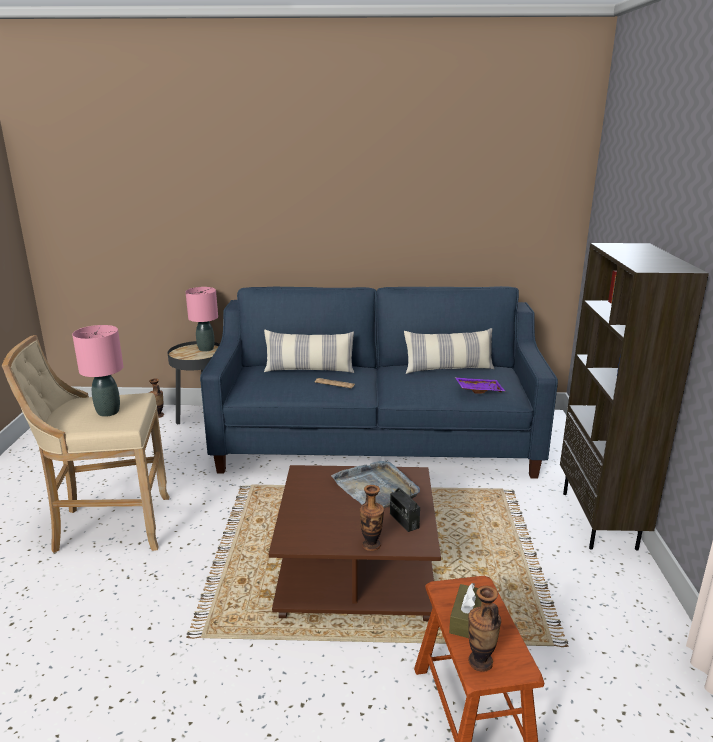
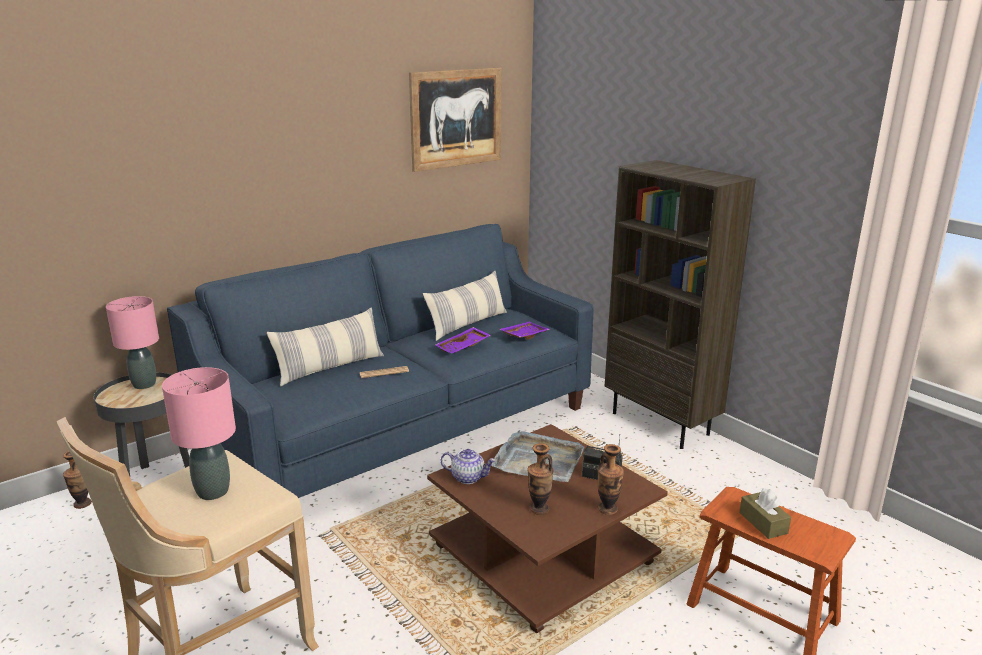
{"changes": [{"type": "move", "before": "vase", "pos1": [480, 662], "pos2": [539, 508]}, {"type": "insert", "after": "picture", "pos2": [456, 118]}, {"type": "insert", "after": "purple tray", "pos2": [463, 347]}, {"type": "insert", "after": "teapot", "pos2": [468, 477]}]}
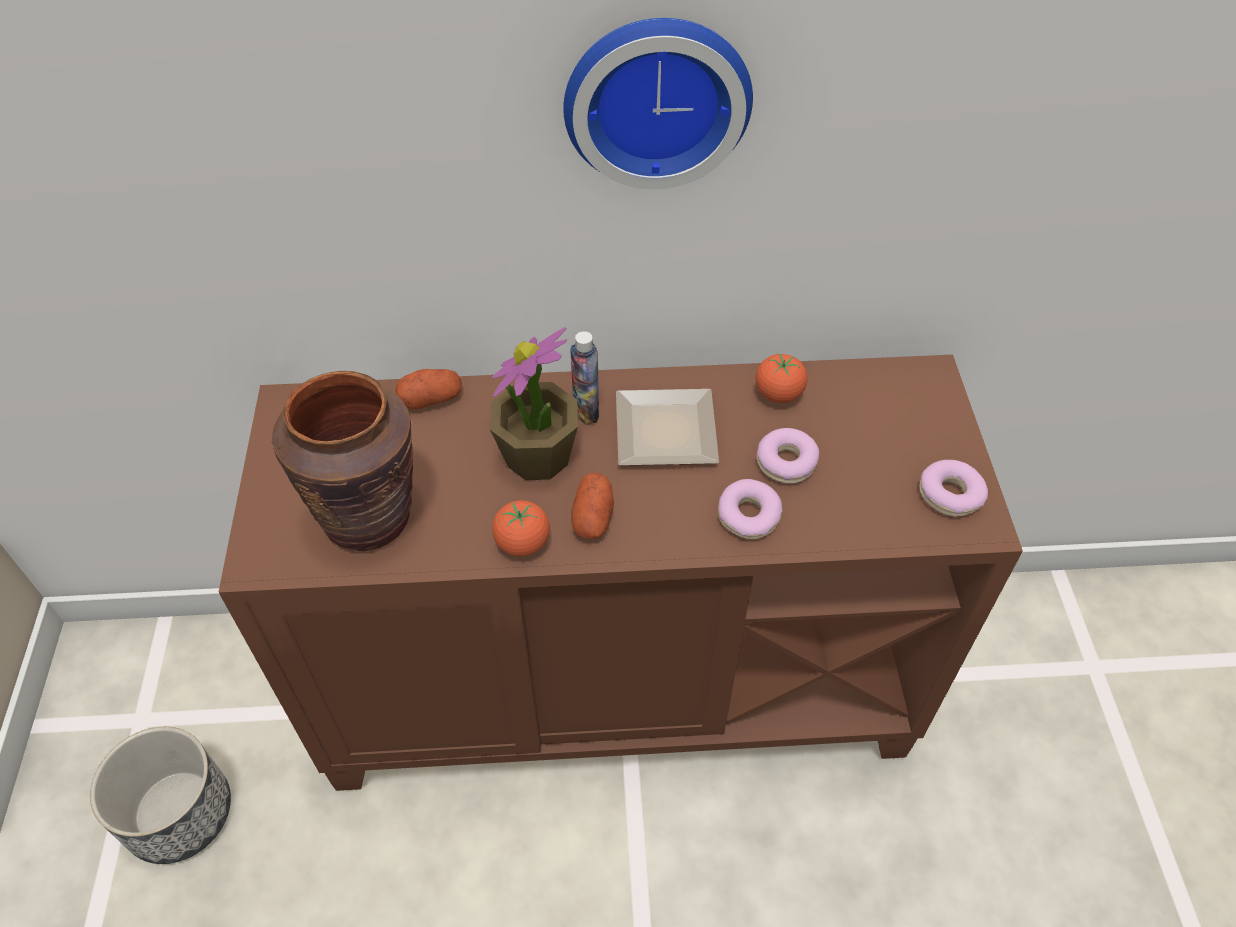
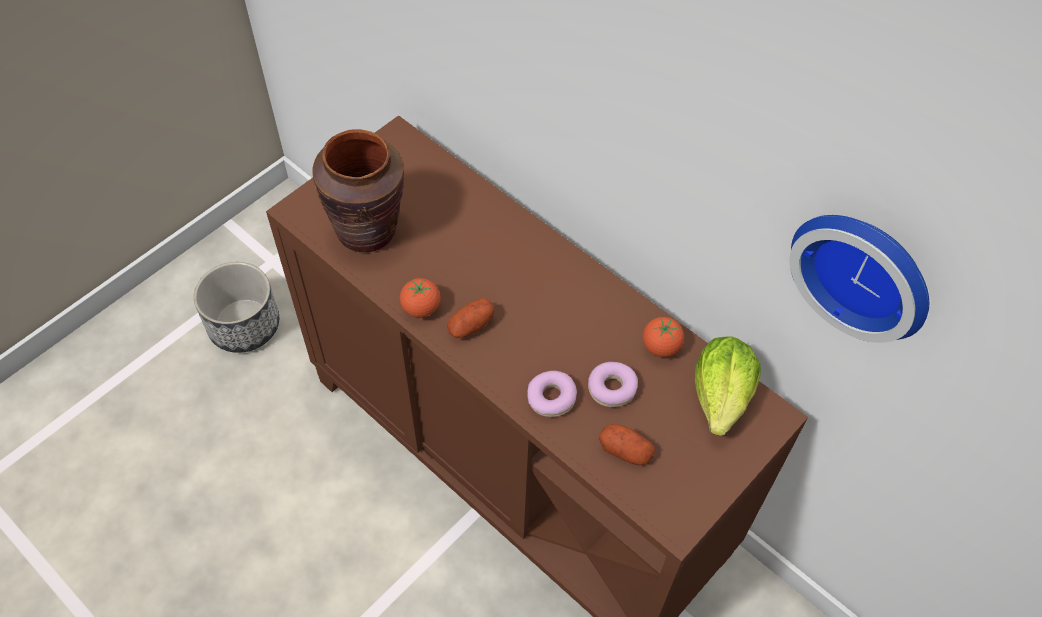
{"changes": [{"type": "move", "before": "wall clock", "pos1": [656, 97], "pos2": [865, 270]}, {"type": "delete", "before": "potted plant", "pos1": [538, 457]}, {"type": "delete", "before": "bottle", "pos1": [586, 410]}, {"type": "move", "before": "potato", "pos1": [431, 399], "pos2": [625, 450]}, {"type": "delete", "before": "plate", "pos1": [662, 429]}, {"type": "delete", "before": "donut", "pos1": [950, 495]}, {"type": "insert", "after": "lettuce", "pos2": [722, 396]}]}
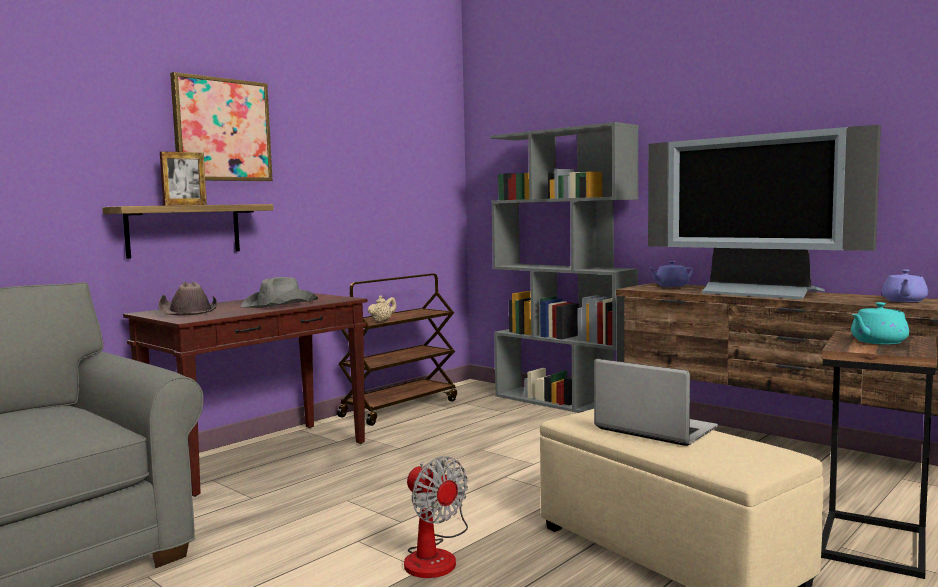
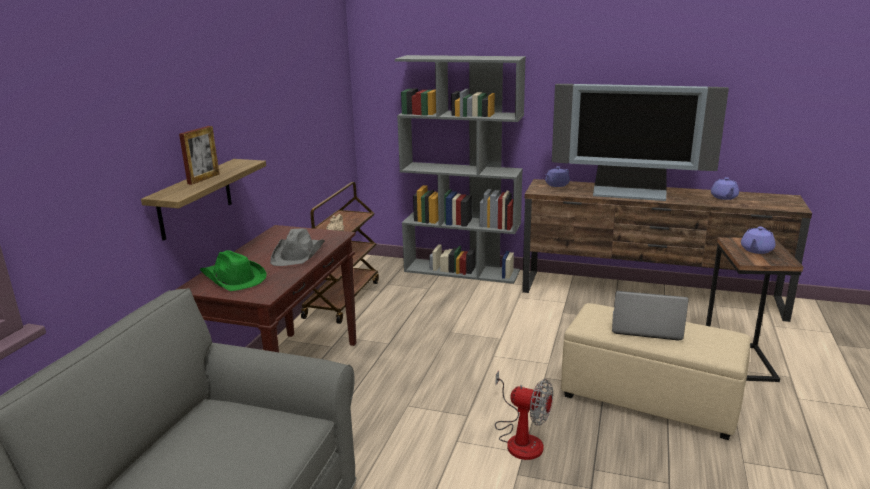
{"changes": [{"type": "delete", "before": "picture", "pos1": [222, 130]}, {"type": "recolor", "before": "brown hat", "after": "green hat", "pos1": [189, 311], "pos2": [233, 278]}, {"type": "recolor", "before": "turquoise teapot", "after": "purple teapot", "pos1": [877, 342], "pos2": [756, 250]}]}
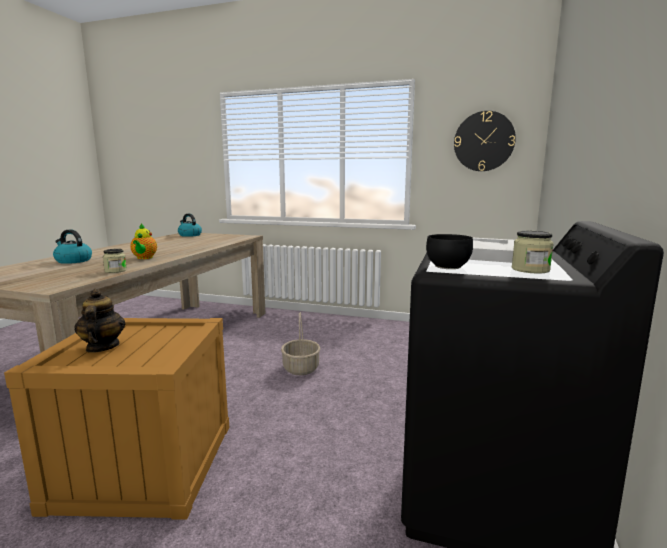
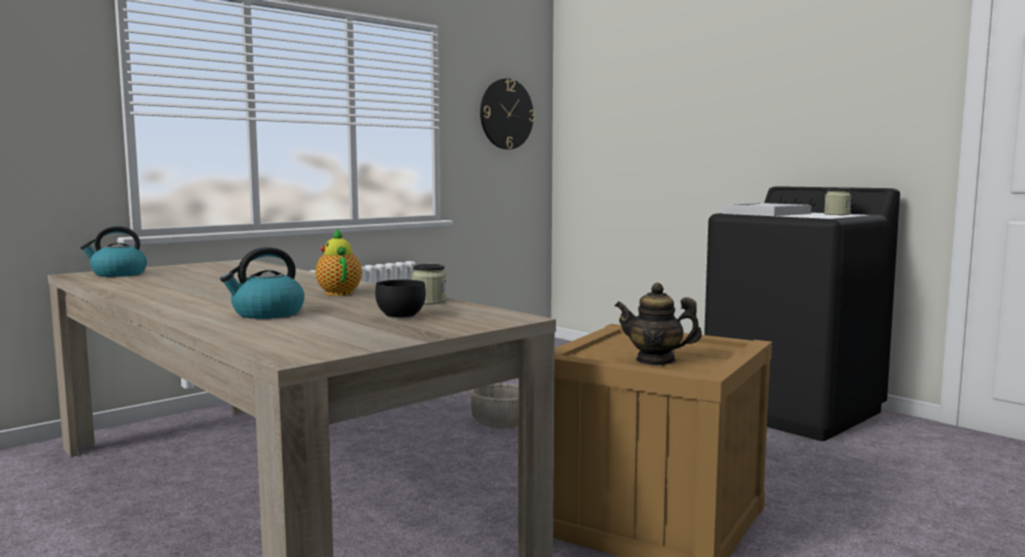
{"changes": [{"type": "rotate", "before": "teapot", "pos1": [144, 258], "pos2": [338, 293], "turn": -135}, {"type": "move", "before": "black bowl", "pos1": [449, 267], "pos2": [402, 316]}]}
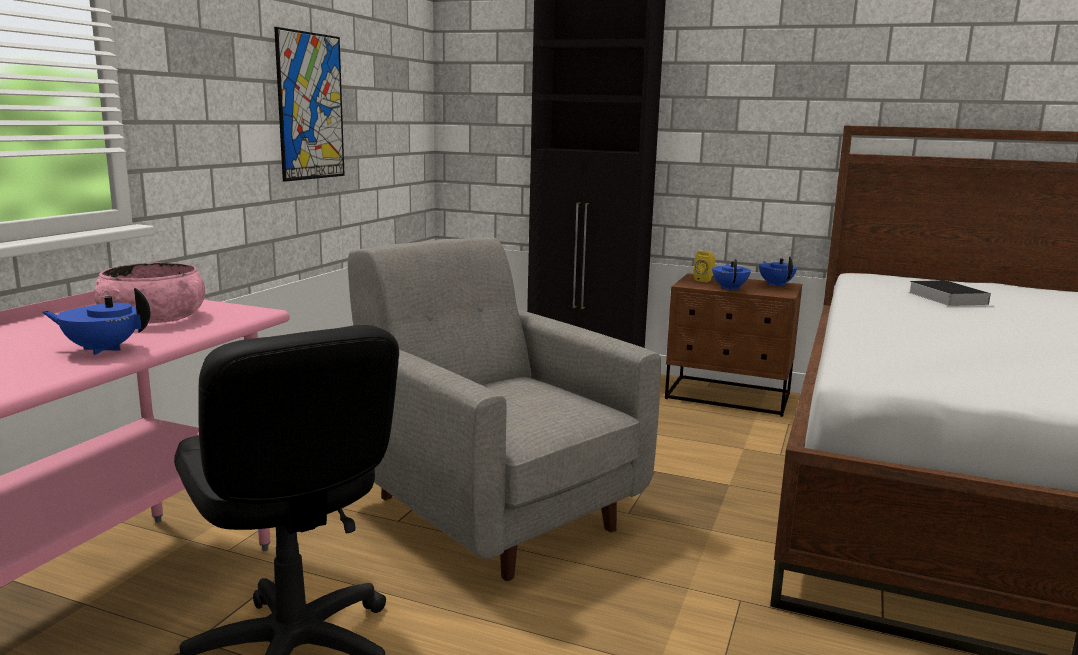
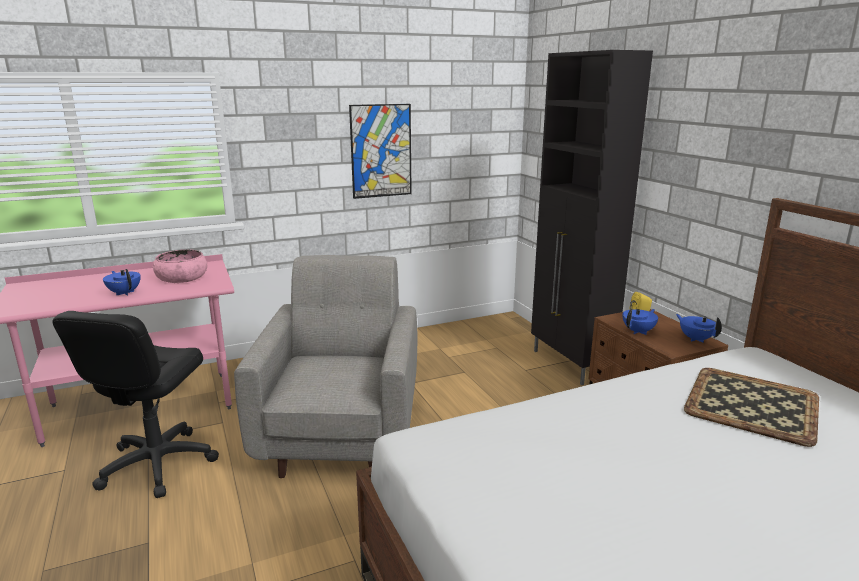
{"changes": [{"type": "rotate", "before": "blue teapot", "pos1": [776, 284], "pos2": [695, 339], "turn": -60}, {"type": "replace", "before": "book", "after": "tray", "pos1": [944, 297], "pos2": [750, 405]}]}
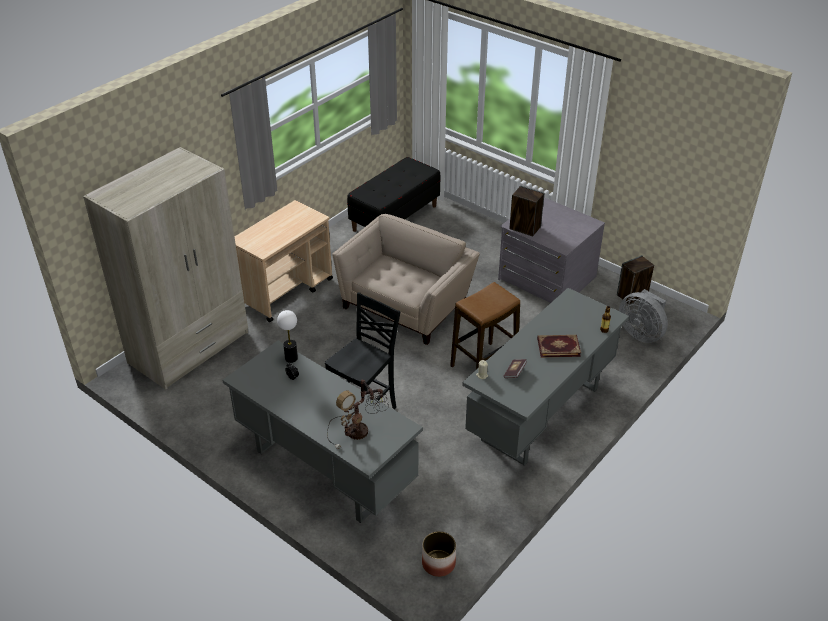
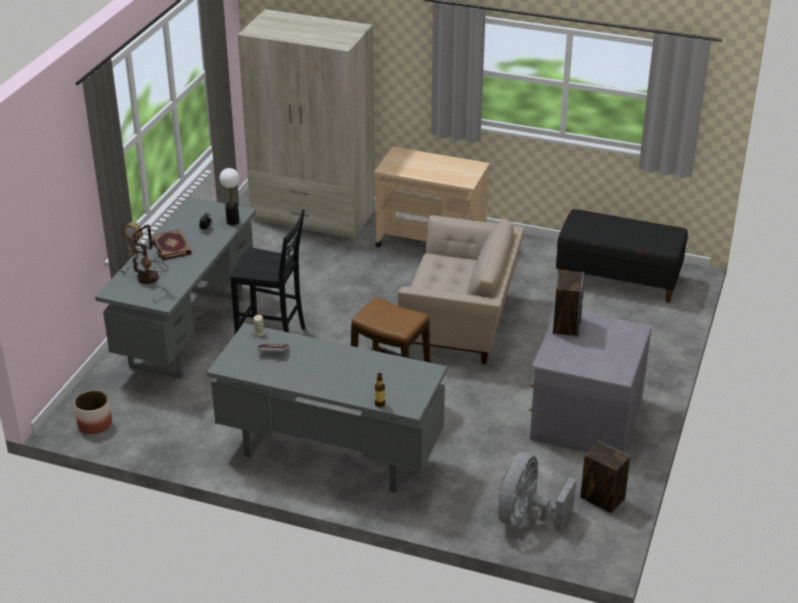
{"changes": [{"type": "move", "before": "book", "pos1": [558, 347], "pos2": [172, 246]}]}
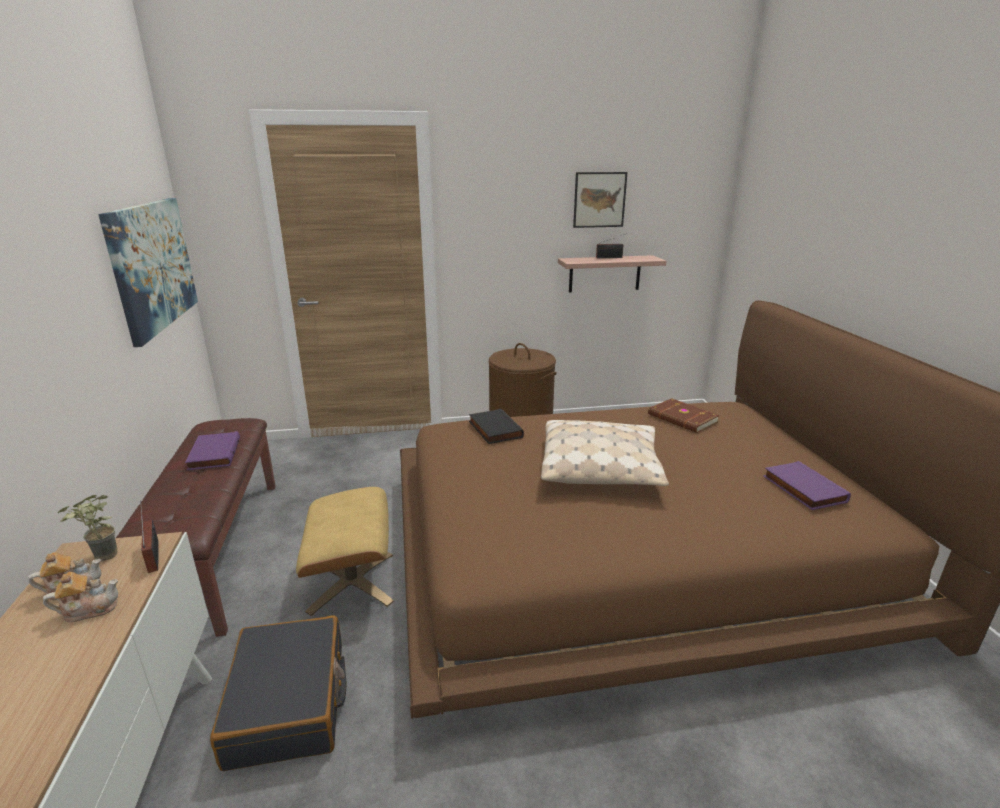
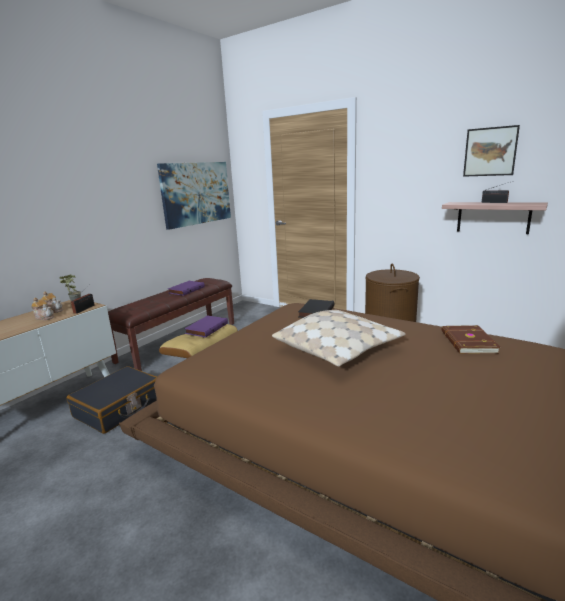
{"changes": [{"type": "move", "before": "purple book", "pos1": [802, 489], "pos2": [206, 328]}]}
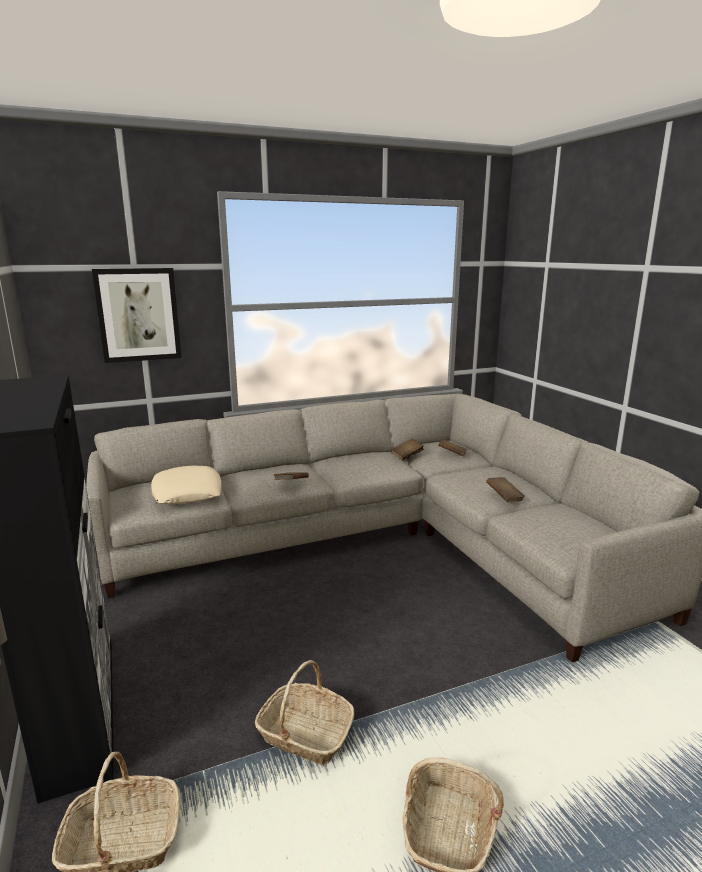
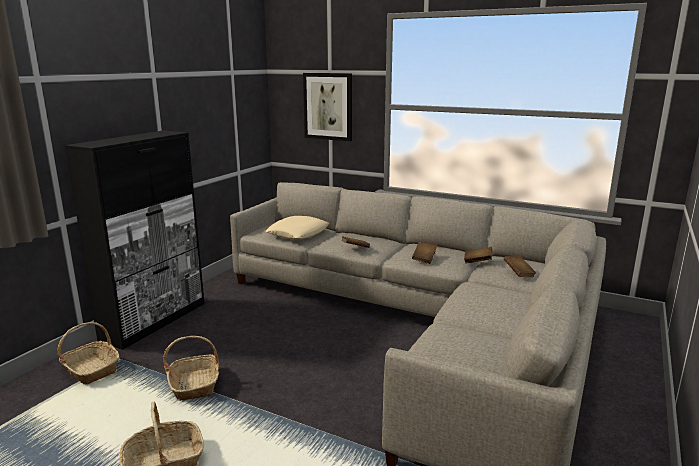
{"changes": [{"type": "move", "before": "brown book", "pos1": [504, 497], "pos2": [424, 259]}]}
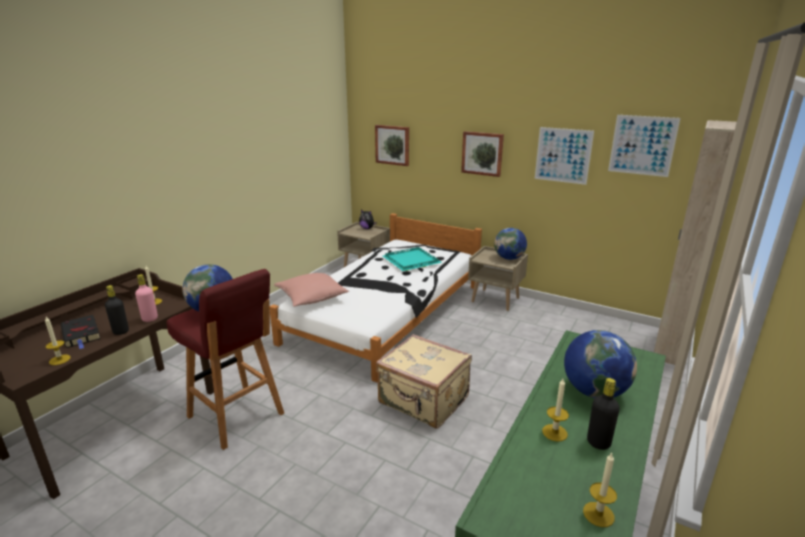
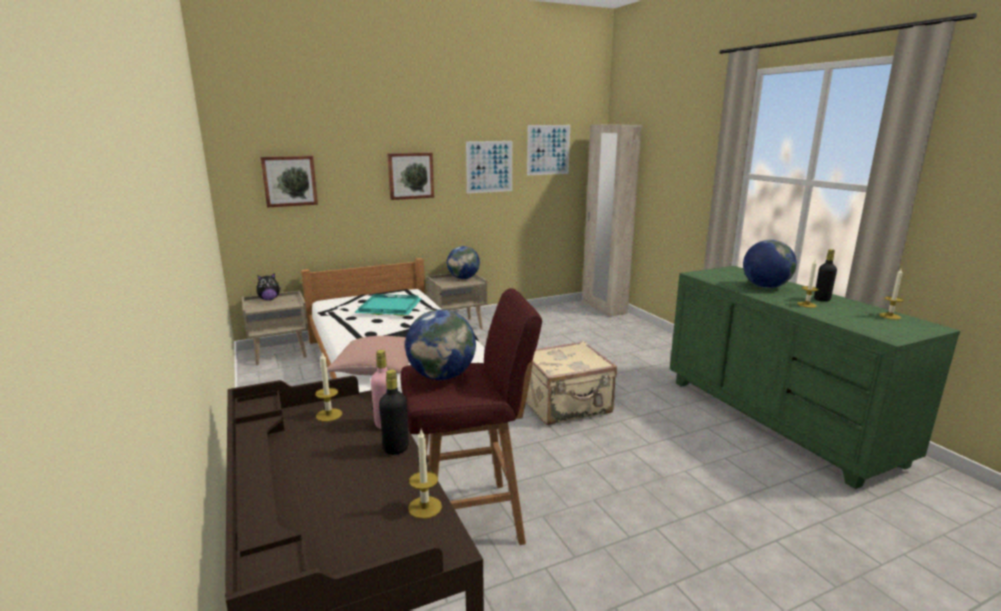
{"changes": [{"type": "delete", "before": "black book", "pos1": [81, 334]}]}
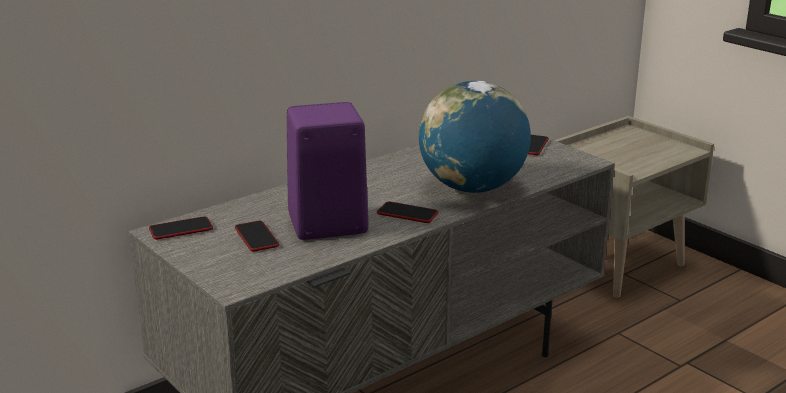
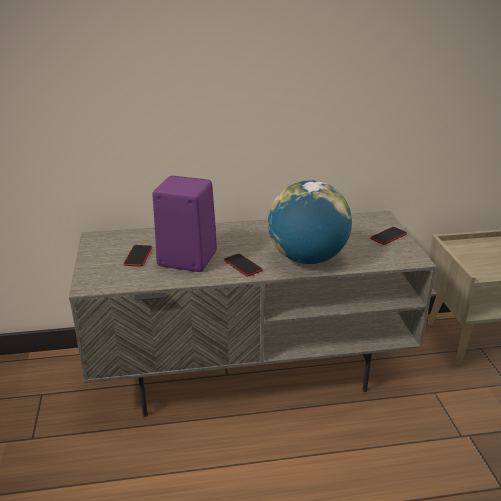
{"changes": [{"type": "delete", "before": "phone", "pos1": [181, 229]}]}
